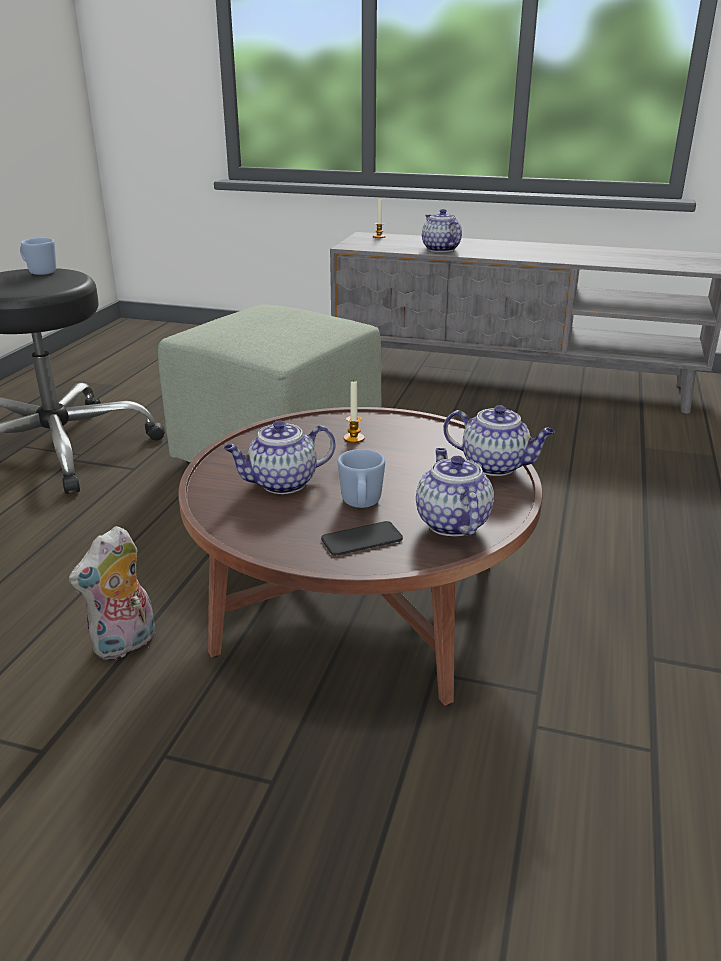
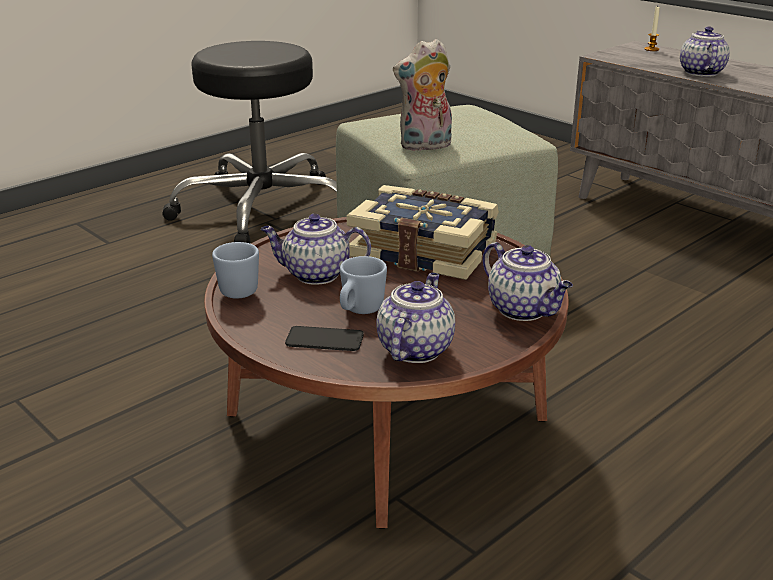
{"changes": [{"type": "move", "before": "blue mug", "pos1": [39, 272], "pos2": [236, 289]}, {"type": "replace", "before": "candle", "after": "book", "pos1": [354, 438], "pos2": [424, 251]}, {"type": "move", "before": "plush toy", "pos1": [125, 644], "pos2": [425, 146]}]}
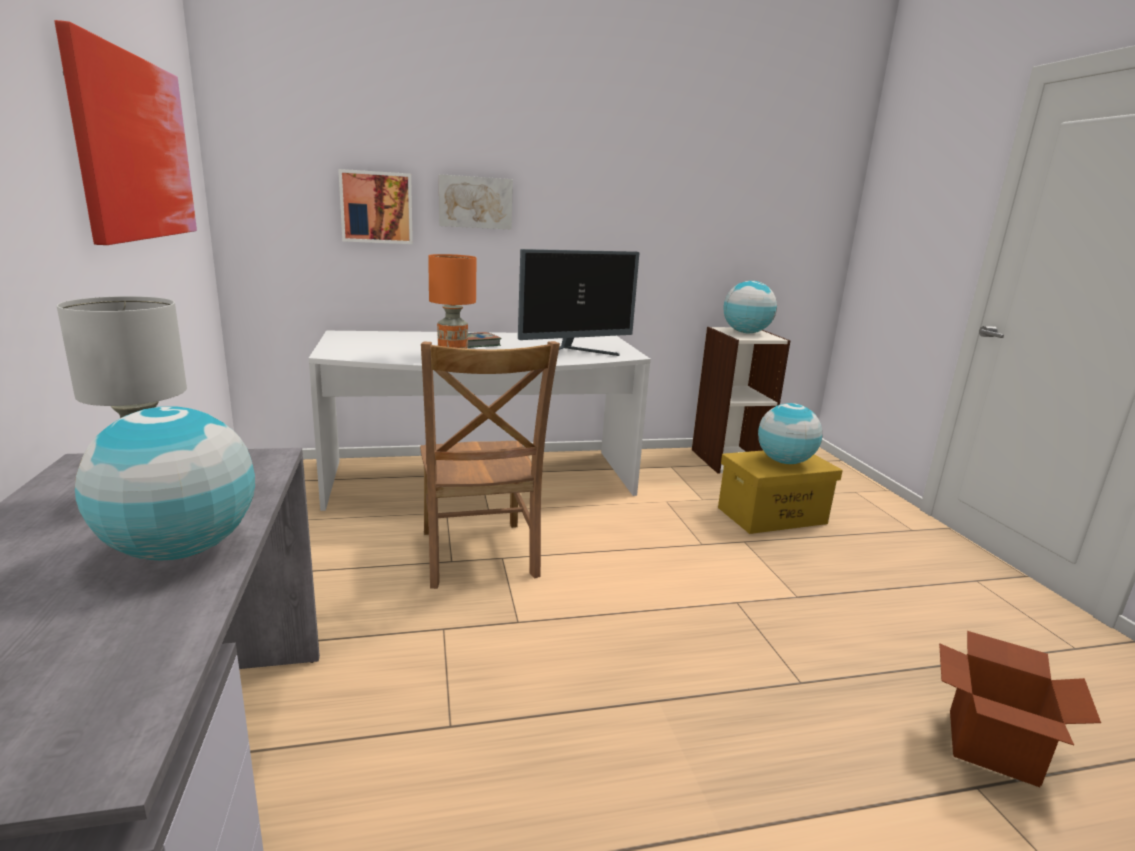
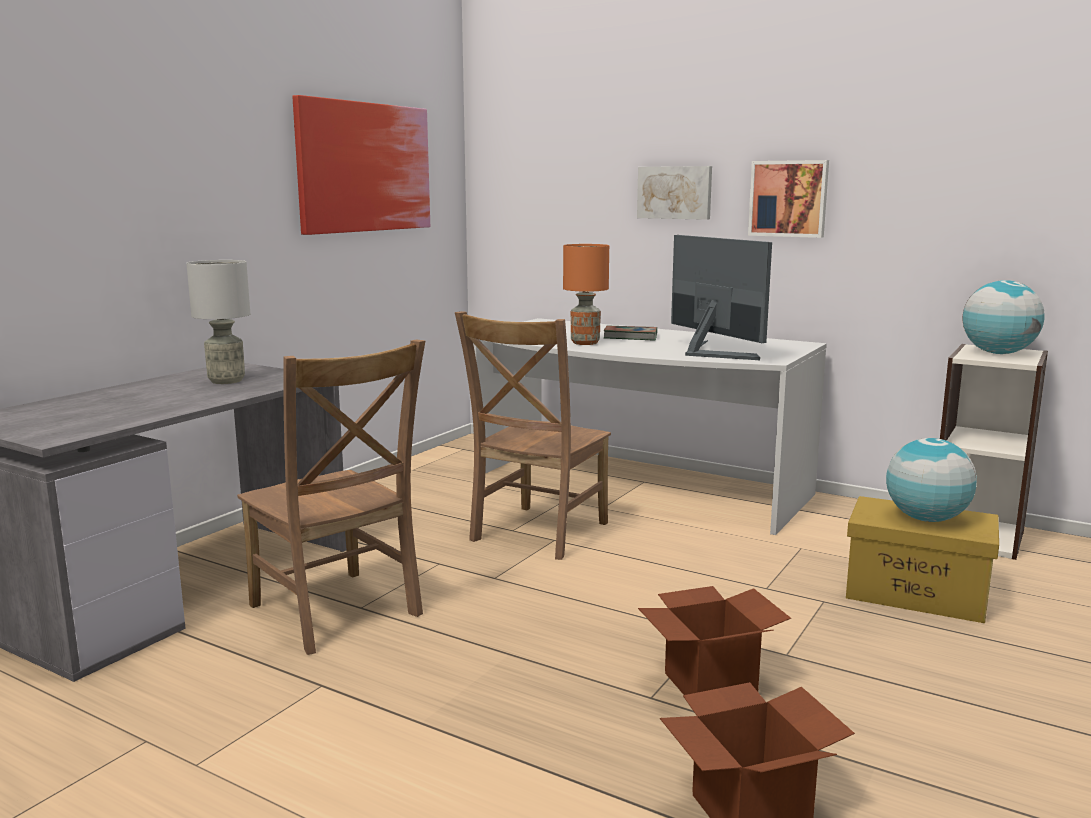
{"changes": [{"type": "move", "before": "picture", "pos1": [377, 207], "pos2": [788, 198]}, {"type": "rotate", "before": "monitor", "pos1": [574, 353], "pos2": [710, 353], "turn": -135}, {"type": "delete", "before": "globe", "pos1": [181, 549]}, {"type": "insert", "after": "brown chair", "pos2": [337, 613]}, {"type": "insert", "after": "cardboard box", "pos2": [710, 685]}]}
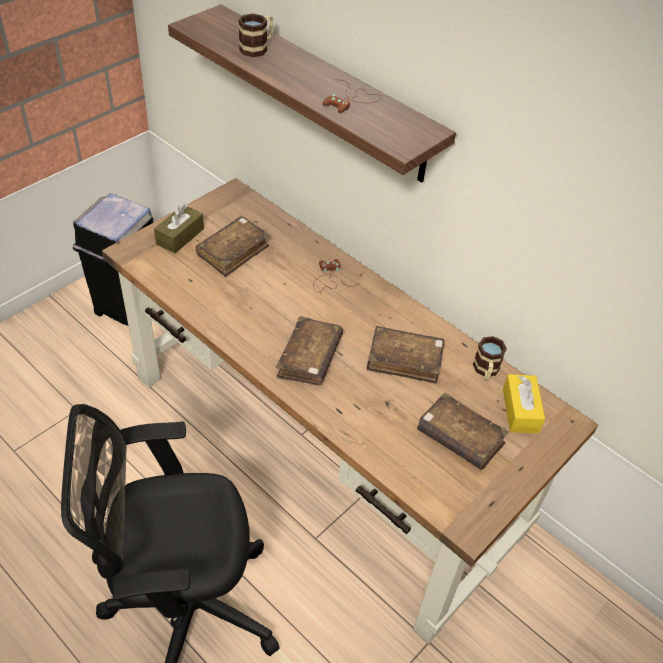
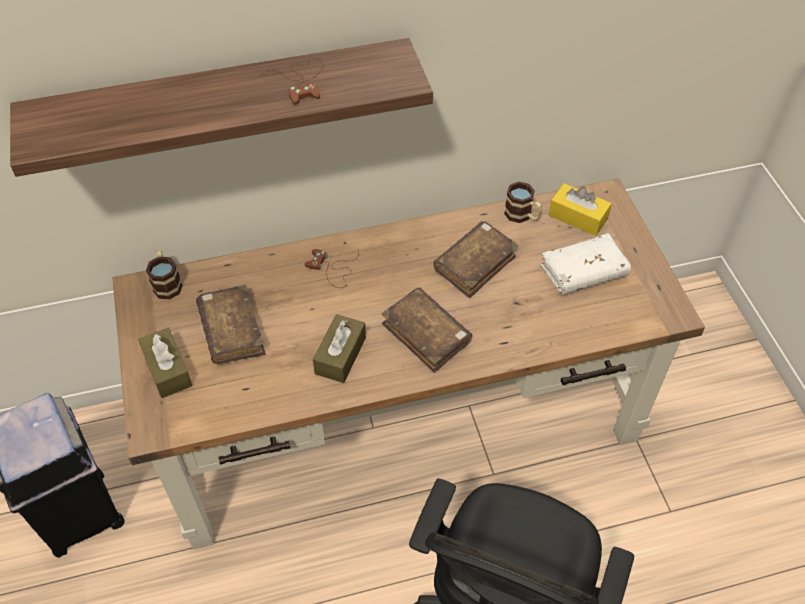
{"changes": [{"type": "move", "before": "mug", "pos1": [257, 48], "pos2": [167, 283]}, {"type": "recolor", "before": "brown book", "after": "white book", "pos1": [459, 438], "pos2": [583, 272]}, {"type": "insert", "after": "brown tissue box", "pos2": [340, 355]}]}
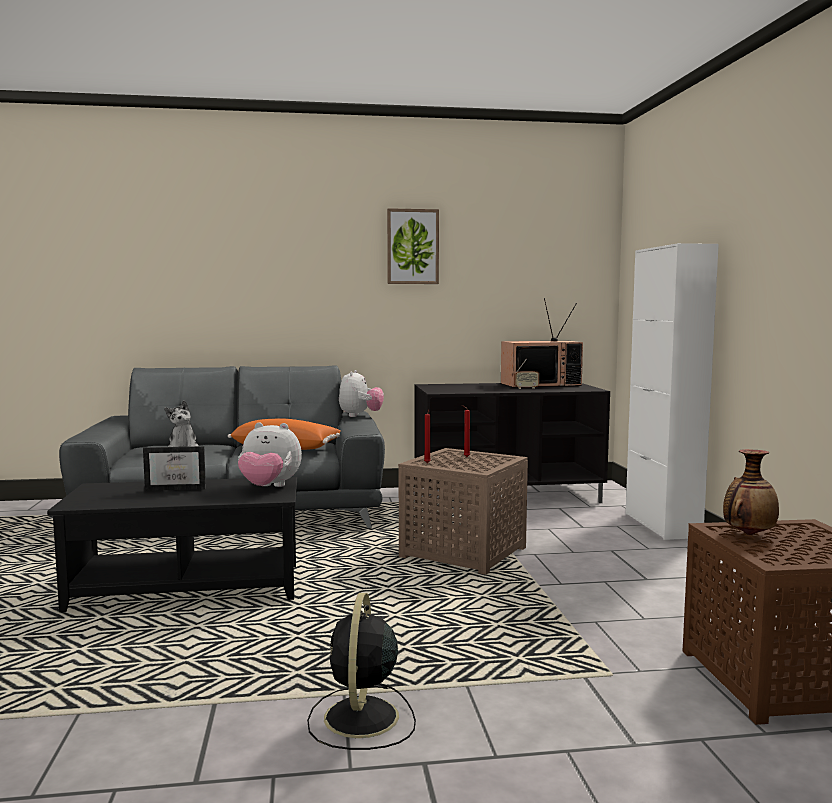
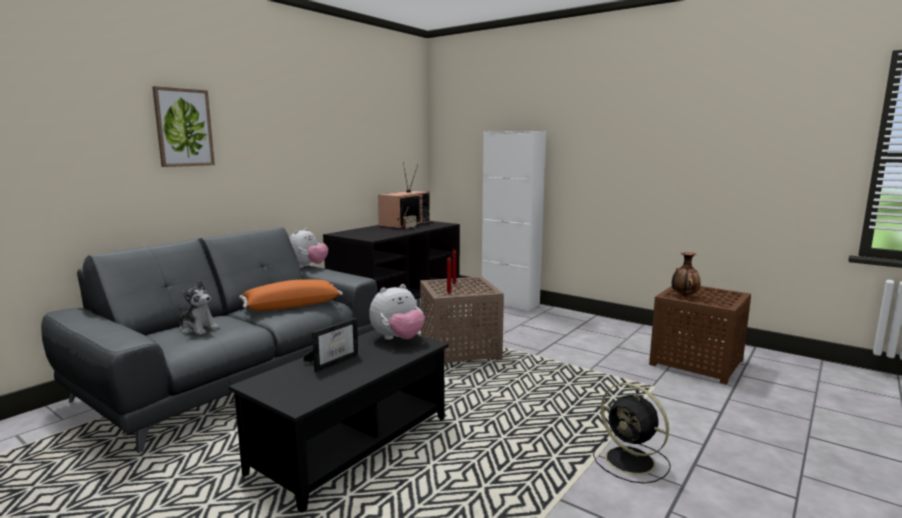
{"changes": [{"type": "move", "before": "picture", "pos1": [412, 247], "pos2": [183, 127]}, {"type": "rotate", "before": "plush toy", "pos1": [360, 415], "pos2": [307, 266], "turn": 60}]}
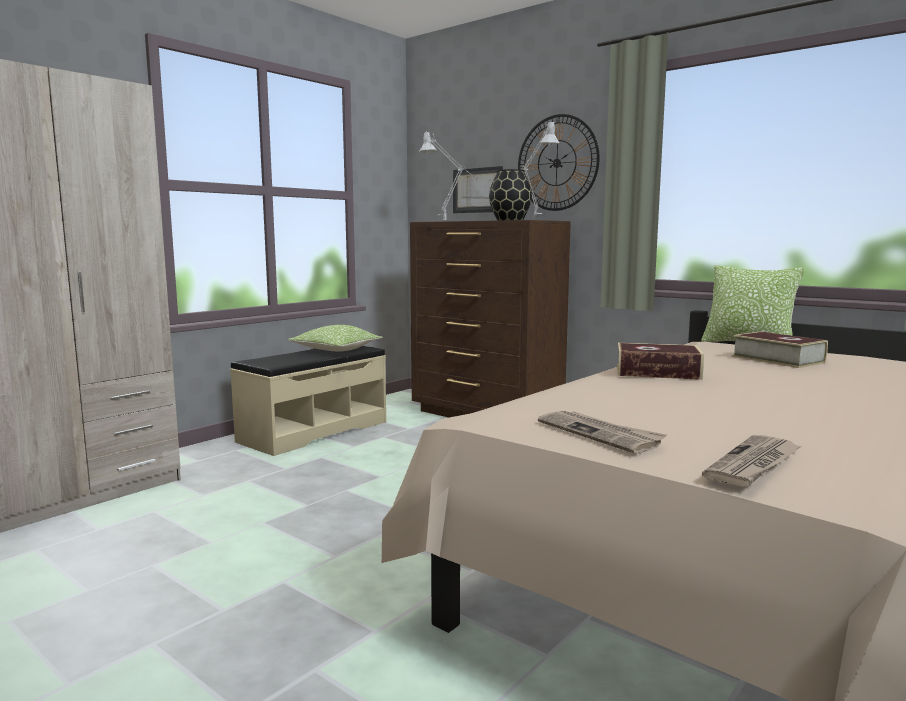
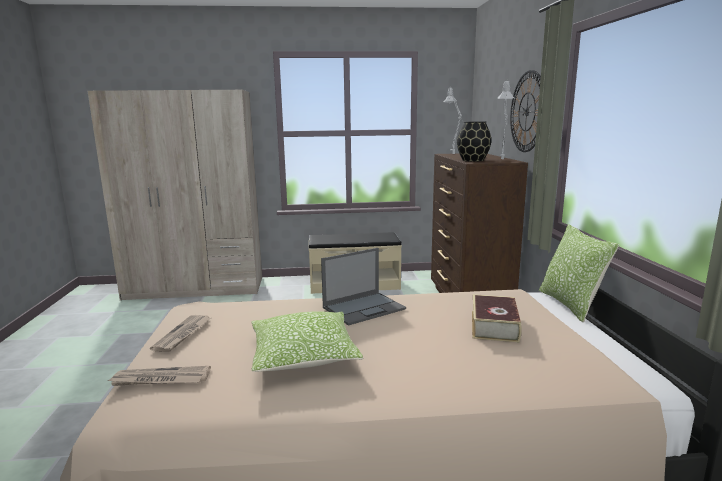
{"changes": [{"type": "delete", "before": "picture", "pos1": [477, 190]}, {"type": "move", "before": "pillow", "pos1": [336, 350], "pos2": [303, 355]}, {"type": "replace", "before": "book", "after": "laptop", "pos1": [657, 372], "pos2": [364, 308]}]}
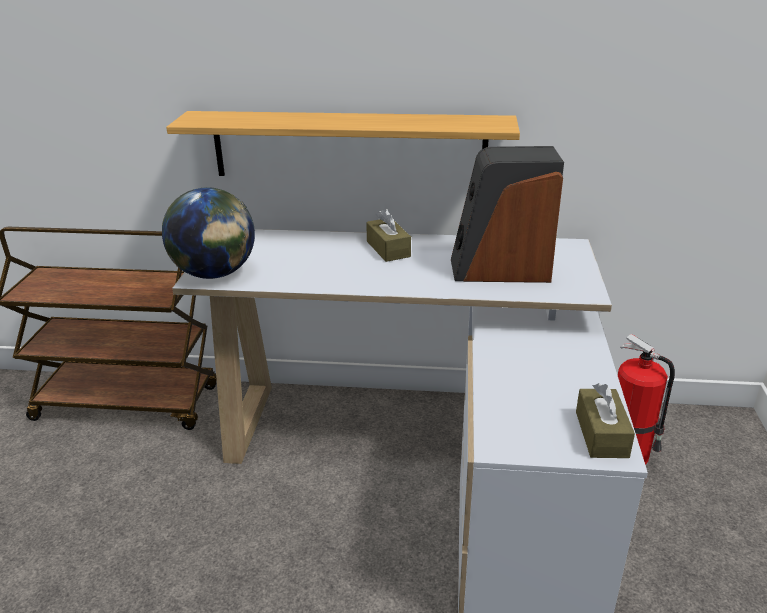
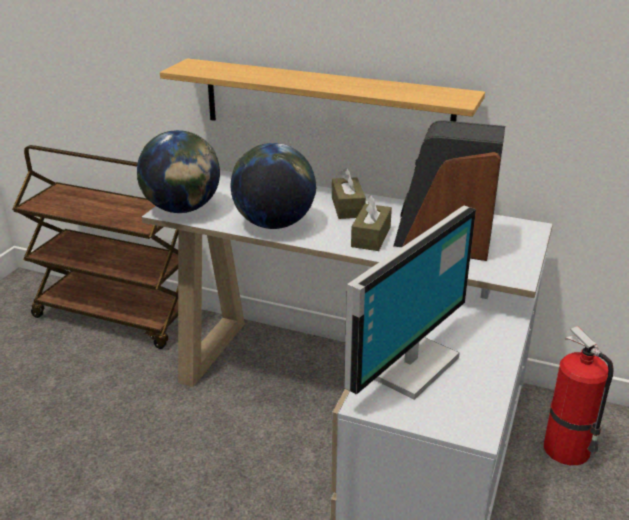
{"changes": [{"type": "move", "before": "brown tissue box", "pos1": [601, 434], "pos2": [371, 237]}, {"type": "insert", "after": "globe", "pos2": [274, 224]}, {"type": "insert", "after": "monitor", "pos2": [406, 363]}]}
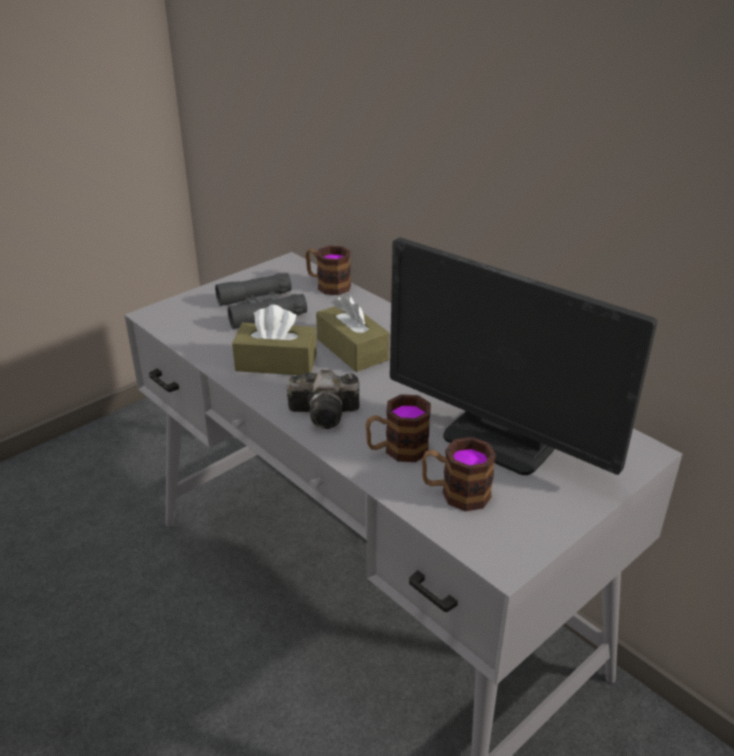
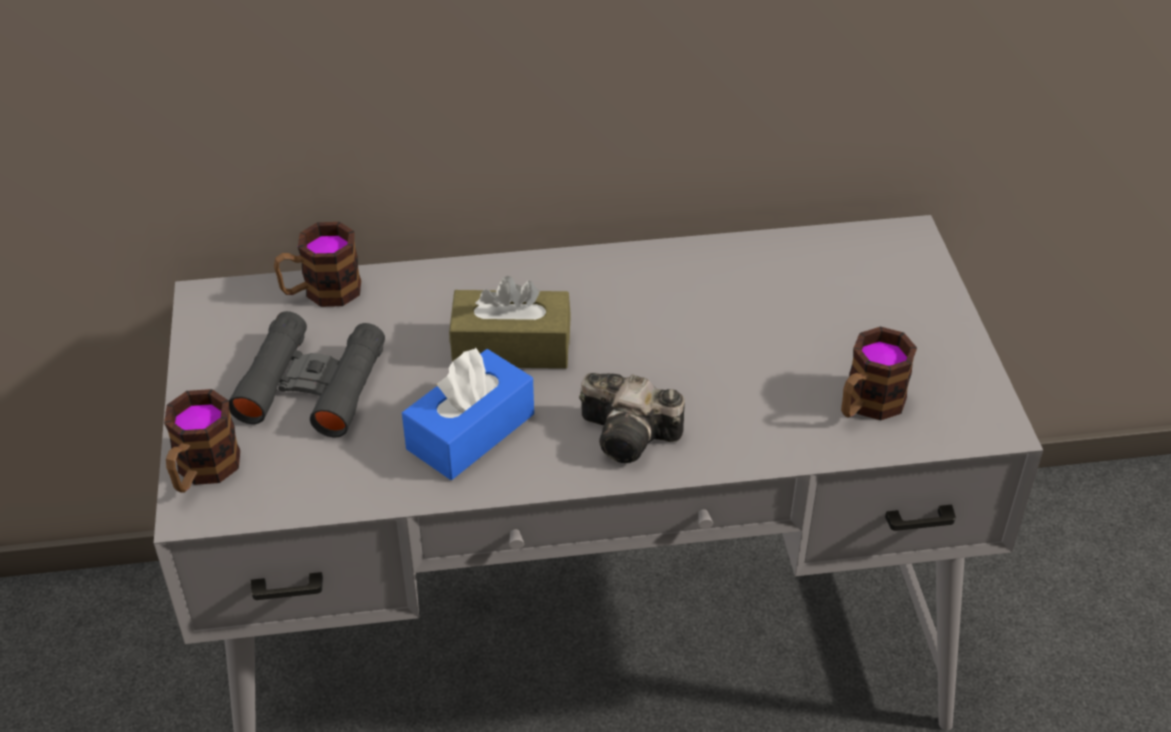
{"changes": [{"type": "delete", "before": "monitor", "pos1": [499, 440]}, {"type": "recolor", "before": "brown tissue box", "after": "blue tissue box", "pos1": [276, 362], "pos2": [470, 431]}, {"type": "rotate", "before": "photo camera", "pos1": [327, 413], "pos2": [632, 436], "turn": 75}, {"type": "move", "before": "mug", "pos1": [397, 450], "pos2": [202, 472]}]}
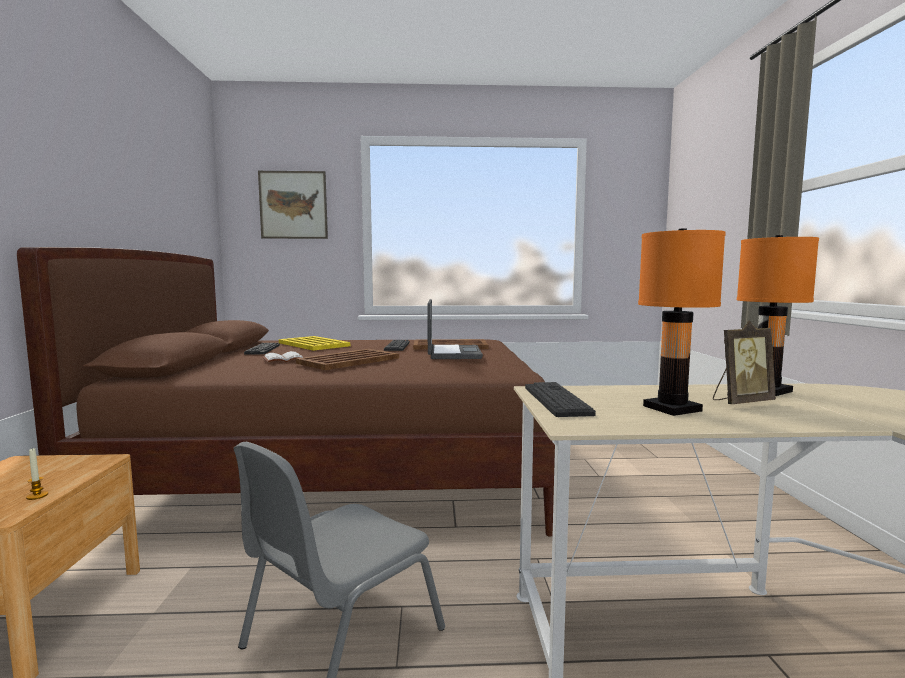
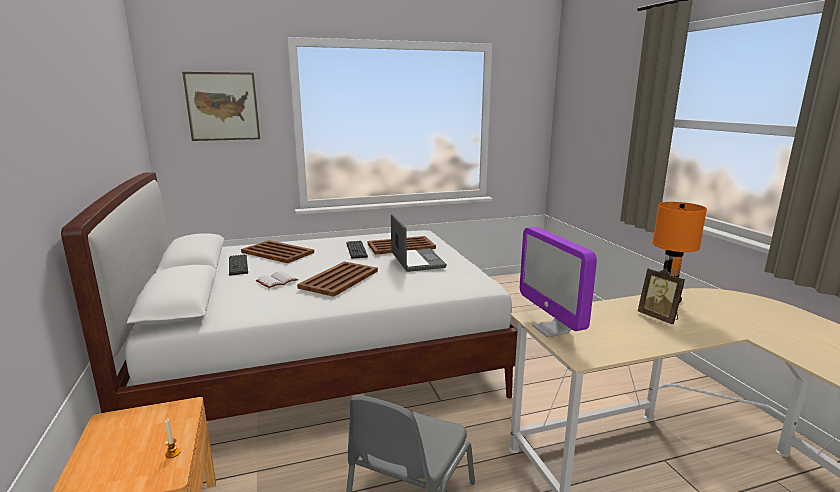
{"changes": [{"type": "delete", "before": "orange table lamp", "pos1": [672, 408]}, {"type": "recolor", "before": "brown bed", "after": "white bed", "pos1": [343, 472], "pos2": [324, 362]}, {"type": "rotate", "before": "picture frame", "pos1": [741, 402], "pos2": [659, 317], "turn": 90}, {"type": "recolor", "before": "yellow tray", "after": "brown tray", "pos1": [314, 344], "pos2": [278, 253]}, {"type": "replace", "before": "keyboard", "after": "monitor", "pos1": [556, 400], "pos2": [551, 329]}]}
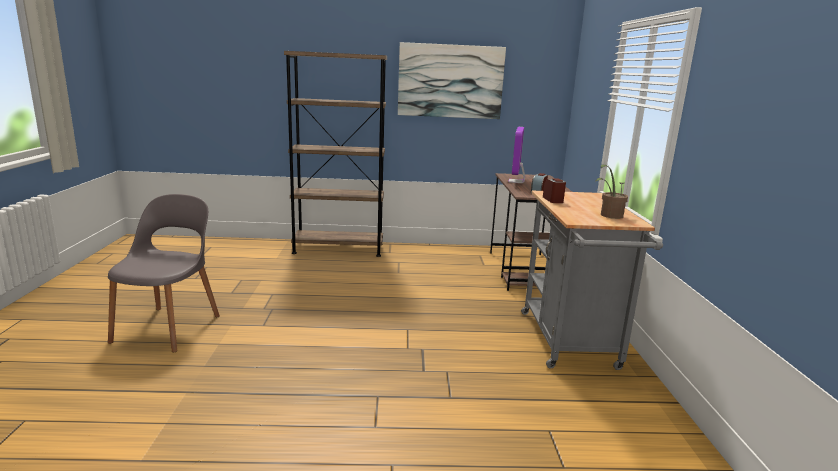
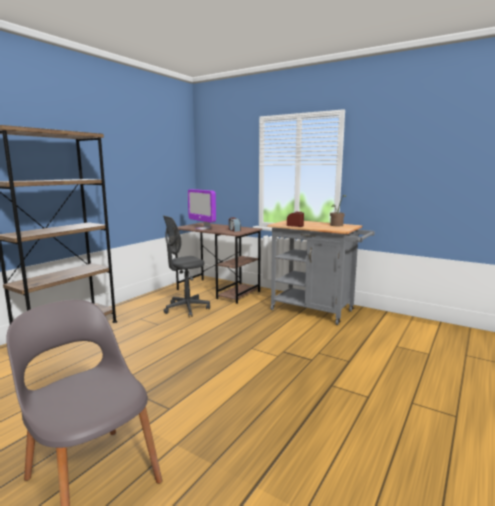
{"changes": [{"type": "delete", "before": "picture", "pos1": [450, 81]}, {"type": "insert", "after": "grey office chair", "pos2": [186, 309]}]}
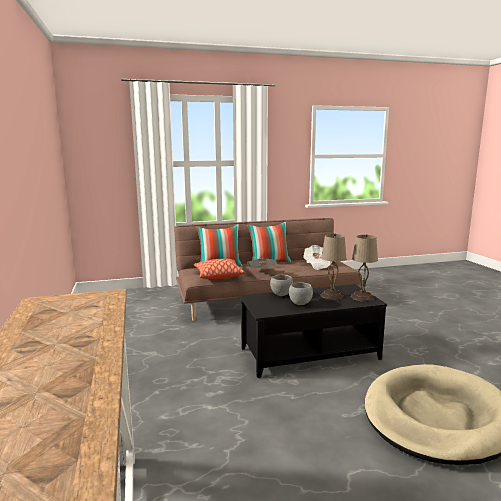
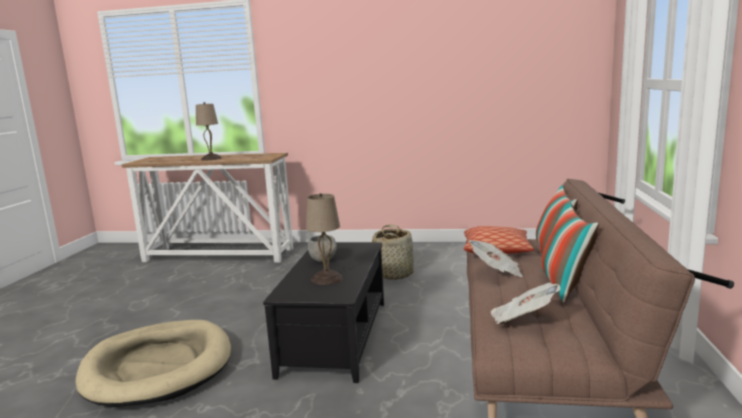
{"changes": [{"type": "move", "before": "beige table lamp", "pos1": [362, 297], "pos2": [211, 158]}, {"type": "delete", "before": "grey bowl", "pos1": [281, 294]}, {"type": "insert", "after": "basket", "pos2": [394, 273]}]}
